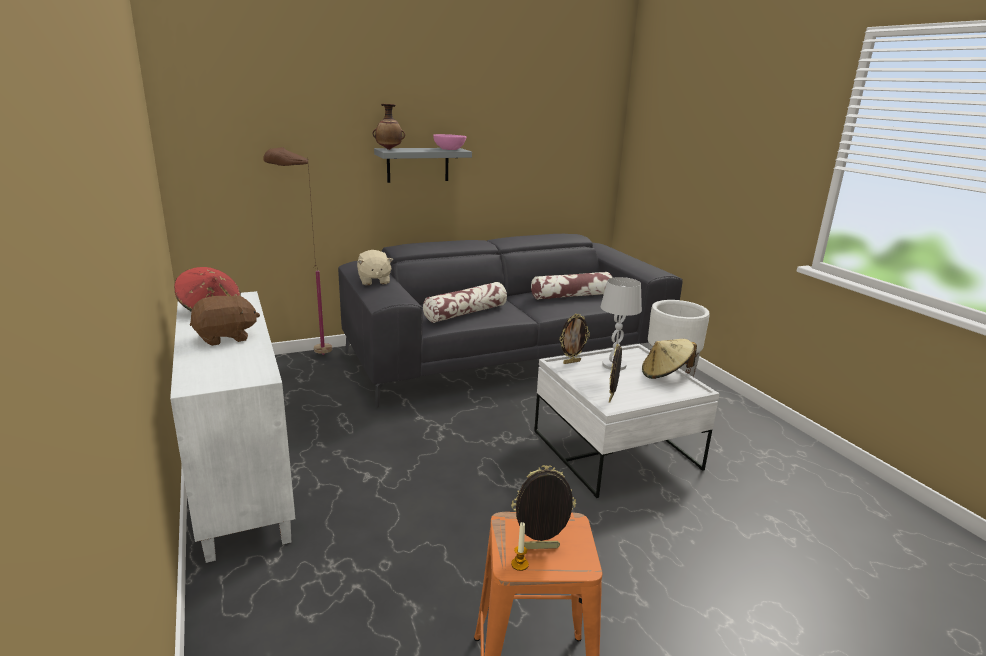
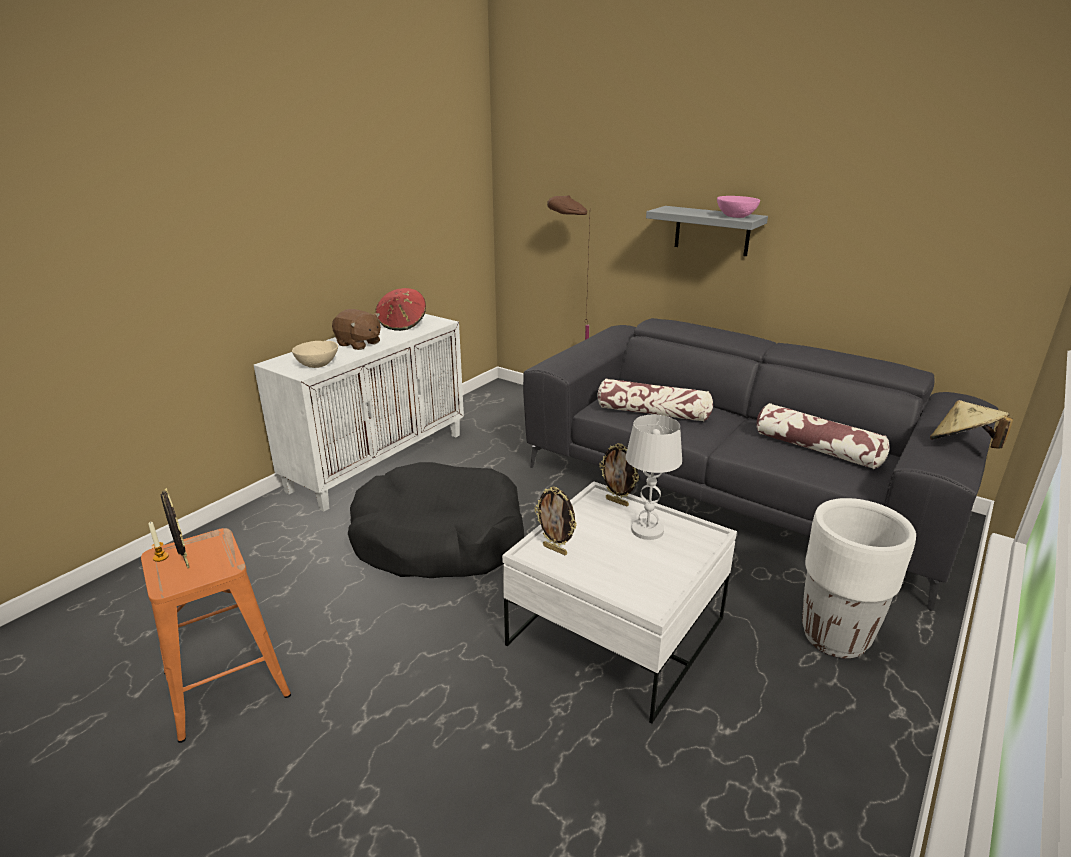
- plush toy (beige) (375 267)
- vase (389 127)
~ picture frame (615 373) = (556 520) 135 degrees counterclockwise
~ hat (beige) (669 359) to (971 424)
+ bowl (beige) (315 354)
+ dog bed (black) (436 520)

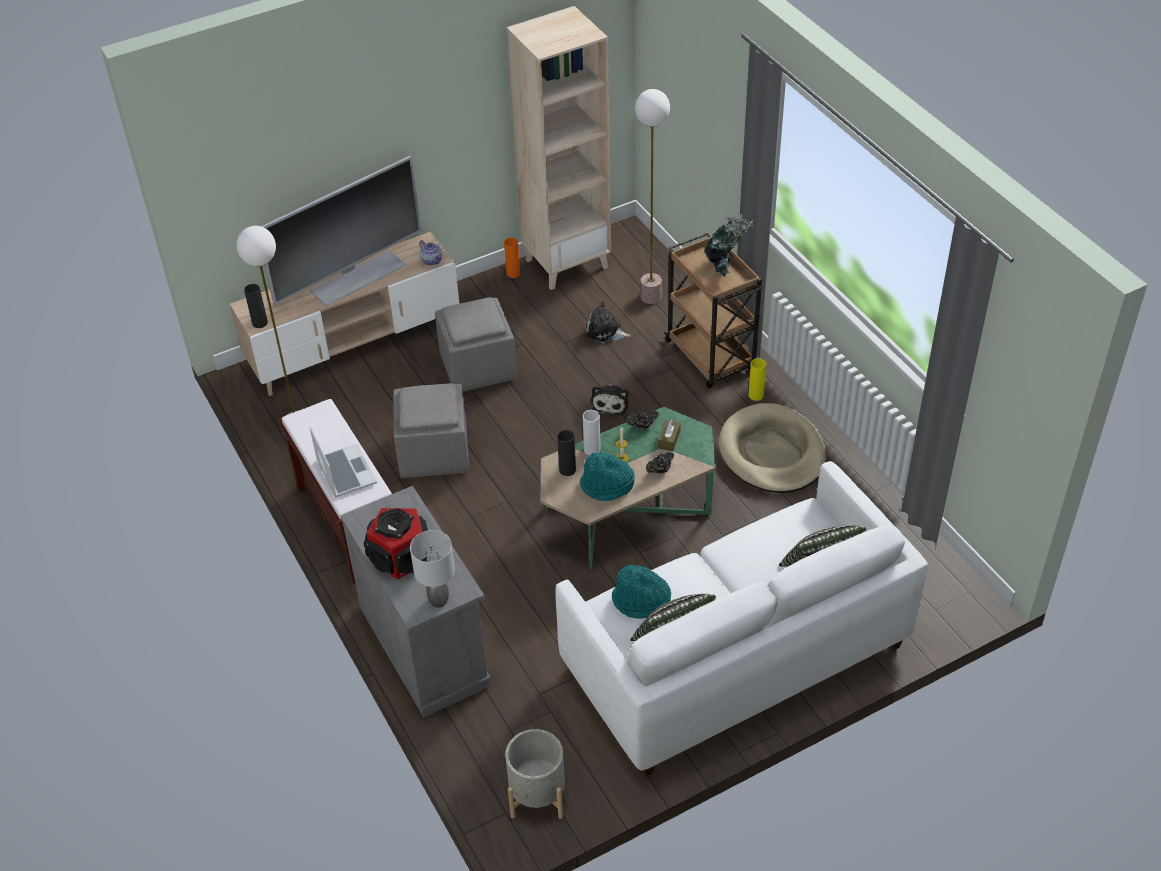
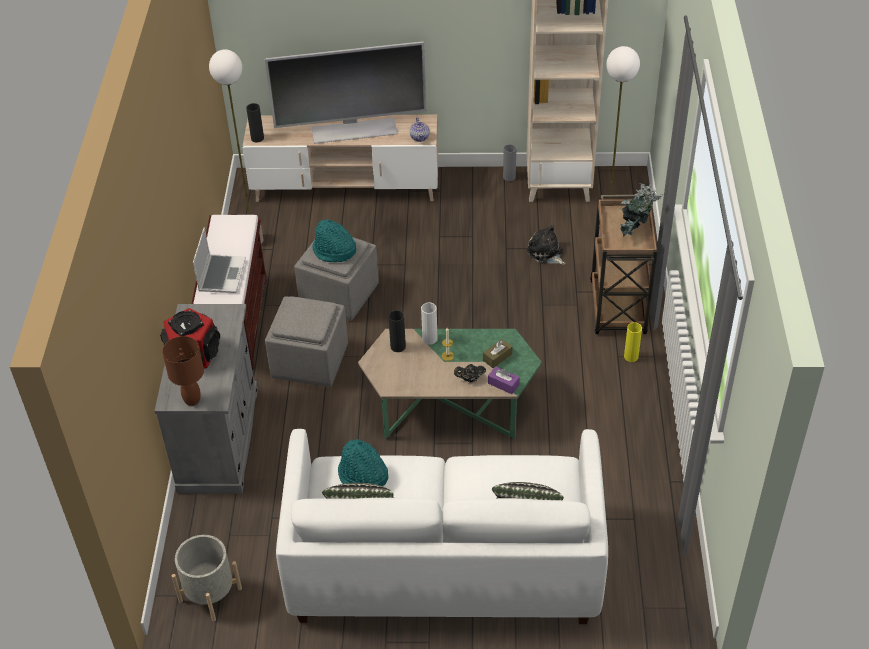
~ table lamp (grey) (432 569) to table lamp (brown) (183 371)
~ ottoman (grey) (476 344) to (306 341)
~ vase (orange) (512 258) to vase (grey) (509 162)
~ hat (turquoise) (607 476) to (334 241)
- plush toy (609 400)
- teapot (black) (643 419)
- dog bed (beige) (772 448)
+ tissue box (purple) (504 380)

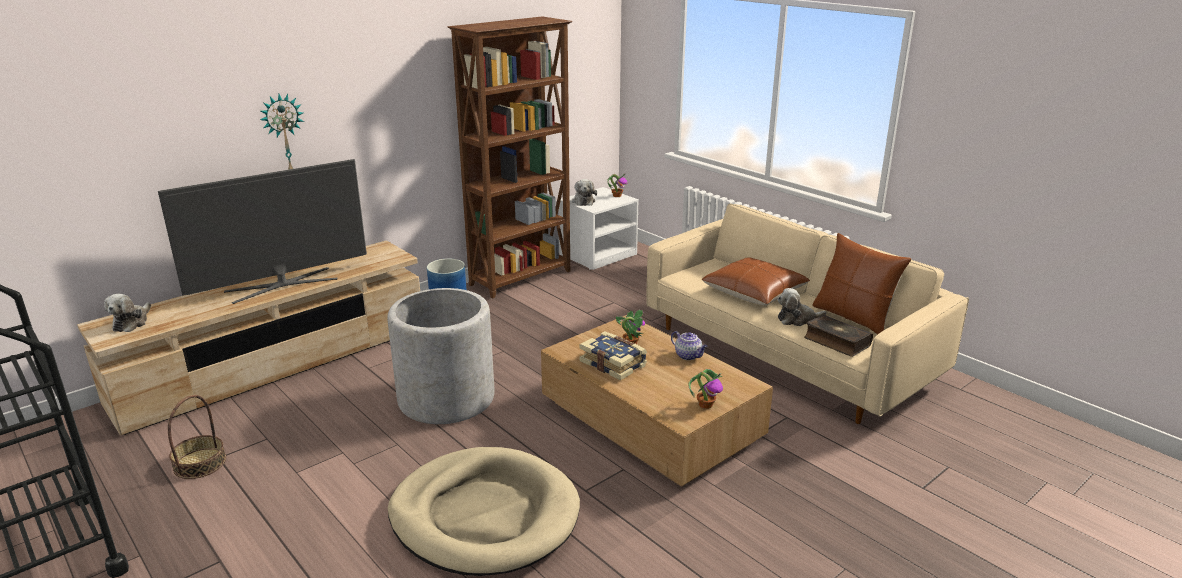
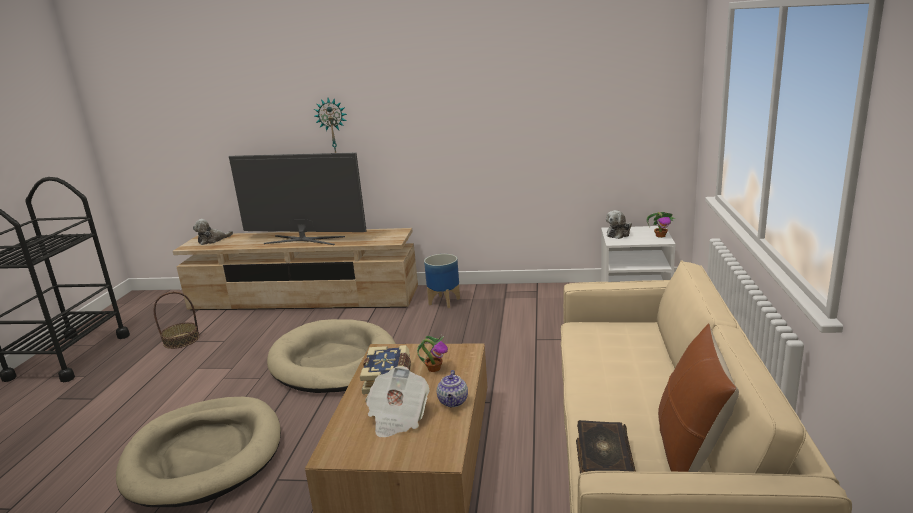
~ planter (grey) (441 356) to dog bed (beige) (331 356)
- bookcase (brown) (510 157)
- potted plant (706 389)
- pillow (brown) (756 281)
- plush toy (802 307)
+ newspaper (397 402)

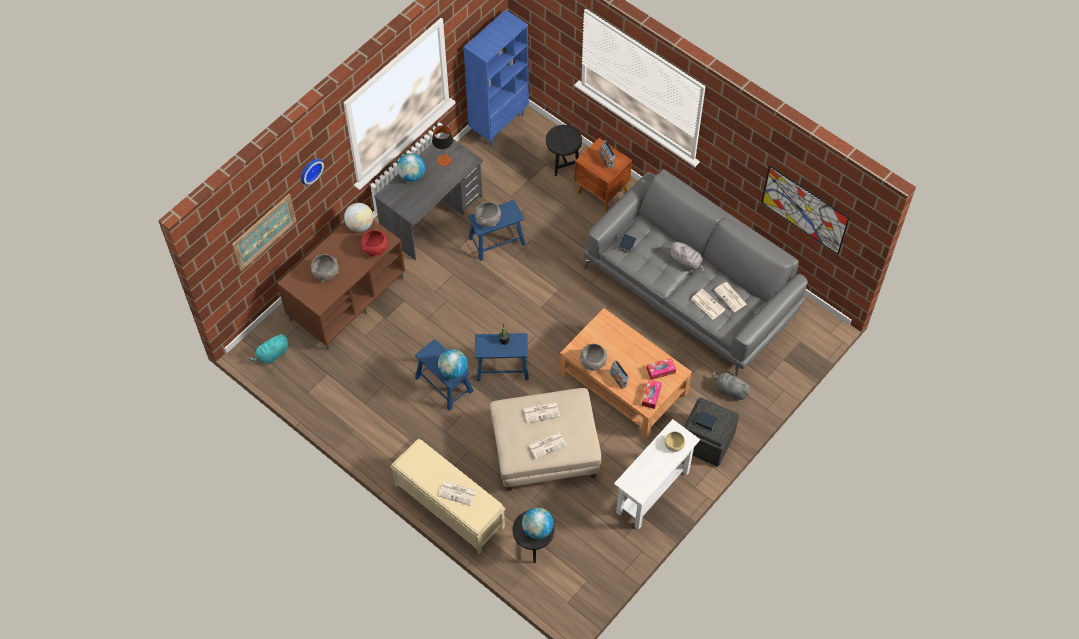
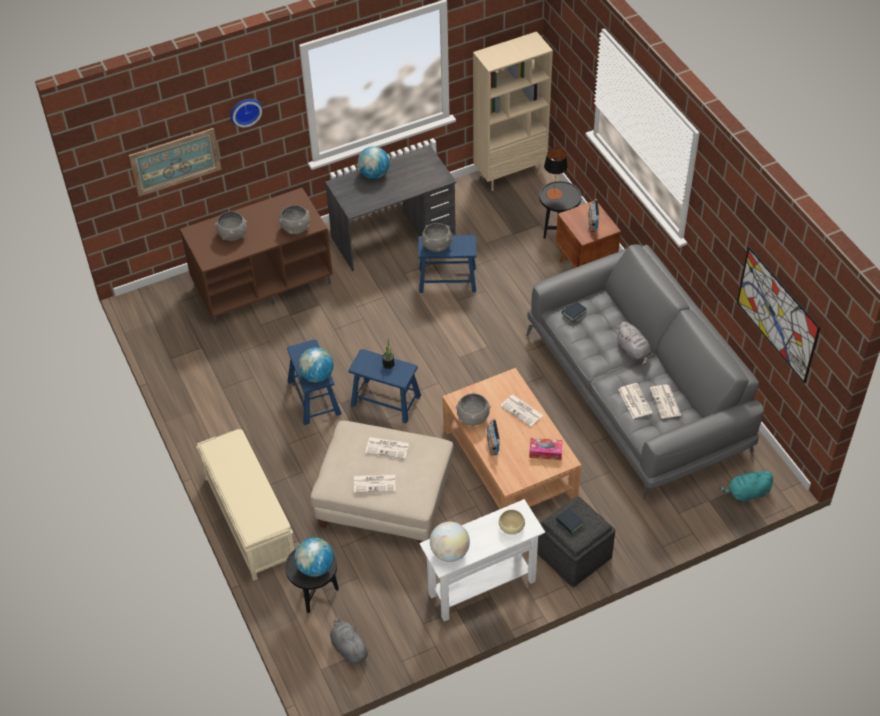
~ plush toy (turquoise) (269 348) to (746 486)
~ globe (358 217) to (450 541)
~ bowl (red) (375 243) to bowl (grey) (294 219)
~ table lamp (442 146) to (556 173)
~ newspaper (457 493) to (521 411)
~ bookcase (blue) (496 77) to bookcase (beige) (513 111)
- tissue box (652 394)
~ plush toy (grey) (731 385) to (350 640)

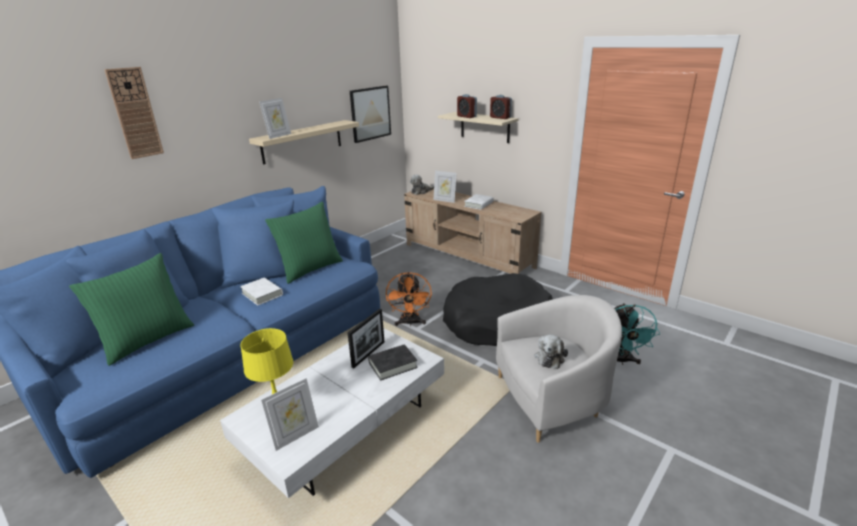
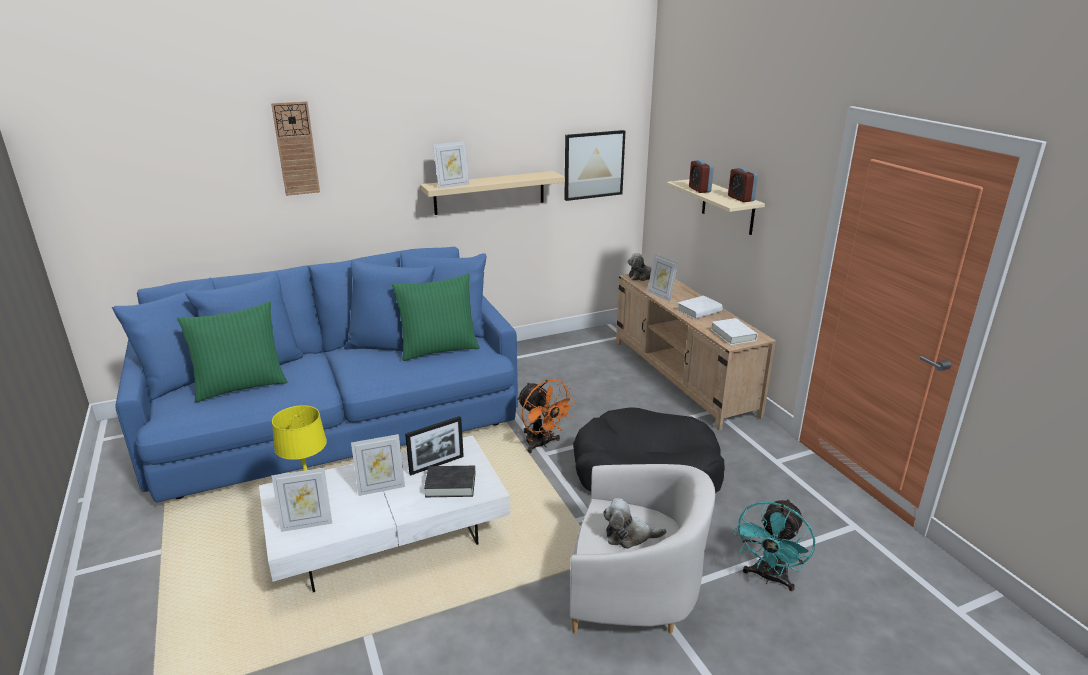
~ book (white) (261 292) to (734 331)
~ fan (orange) (409 299) = (546 416) 60 degrees counterclockwise
~ plush toy (551 351) = (634 523) 45 degrees clockwise
+ picture frame (378 465)

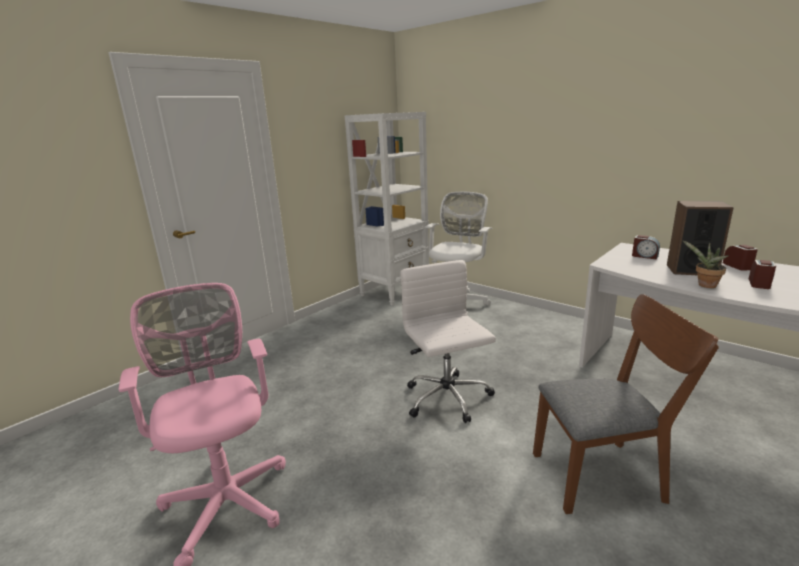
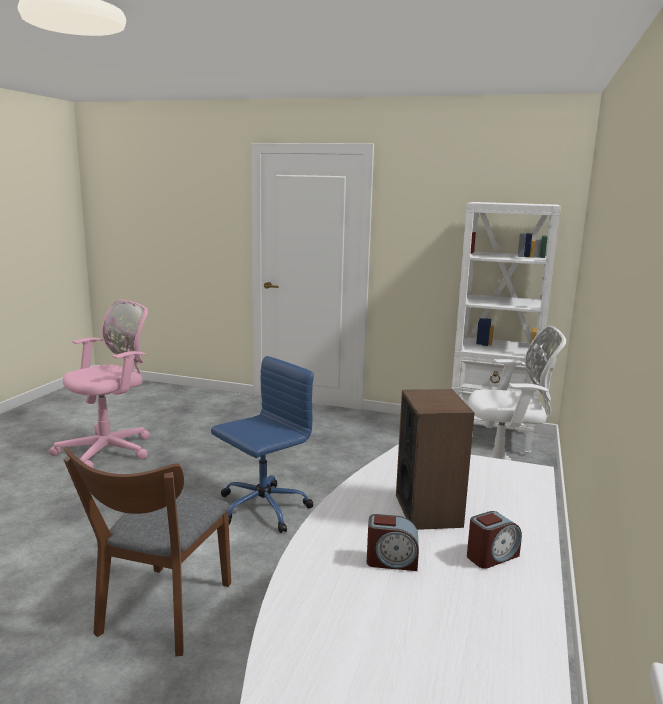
~ office chair (white) (448 341) to office chair (blue) (262 444)
~ chair (brown) (626 404) = (147 551) 45 degrees clockwise
- alarm clock (646 247)
- potted plant (705 264)

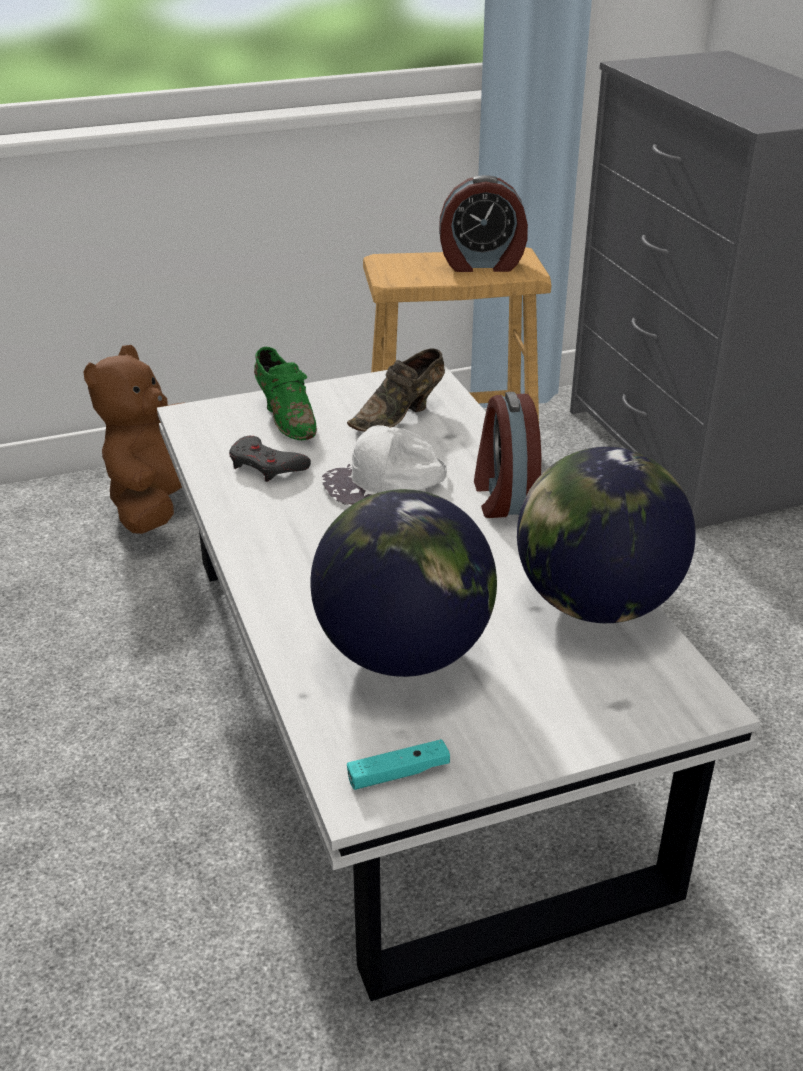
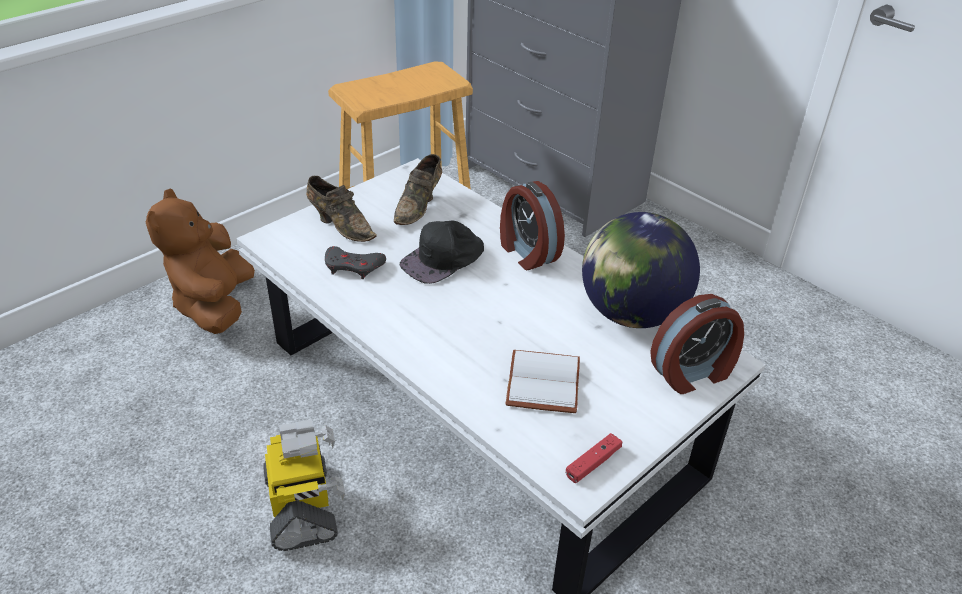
~ shoe (green) (285 393) to shoe (brown) (341 209)
~ globe (403 583) to book (white) (543 381)
~ cap (white) (384 465) to cap (black) (442 252)
~ game controller (turquoise) (398 764) to game controller (red) (594 458)
~ alarm clock (483 223) to (697 344)
+ toy robot (304 485)

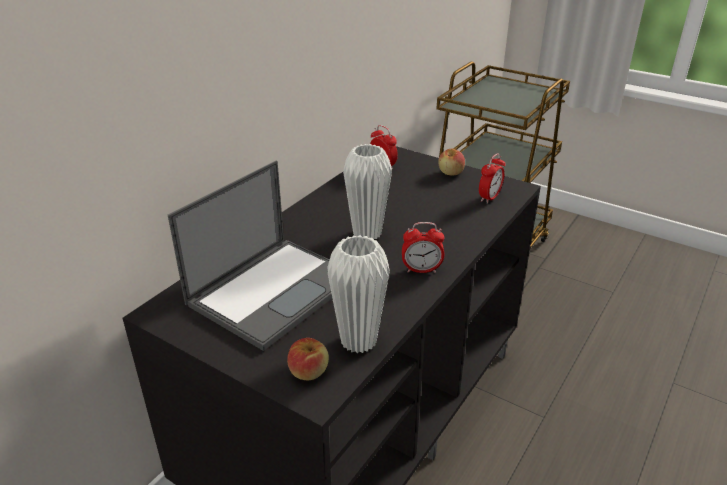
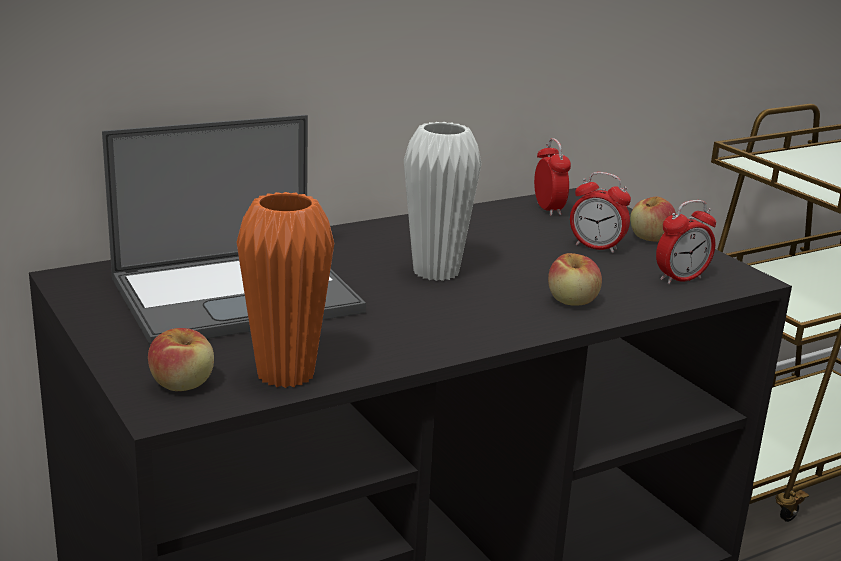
~ vase (white) (358 294) to vase (orange) (285 290)
~ alarm clock (423 247) to (600 212)
+ apple (575 279)

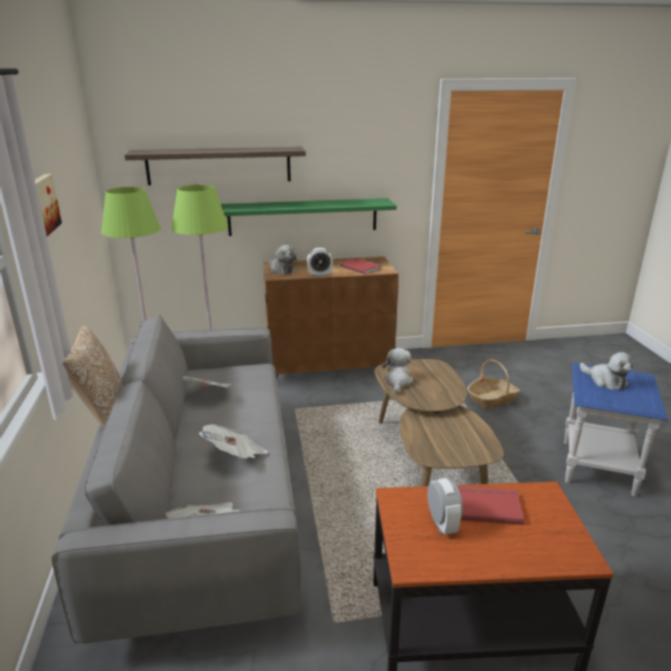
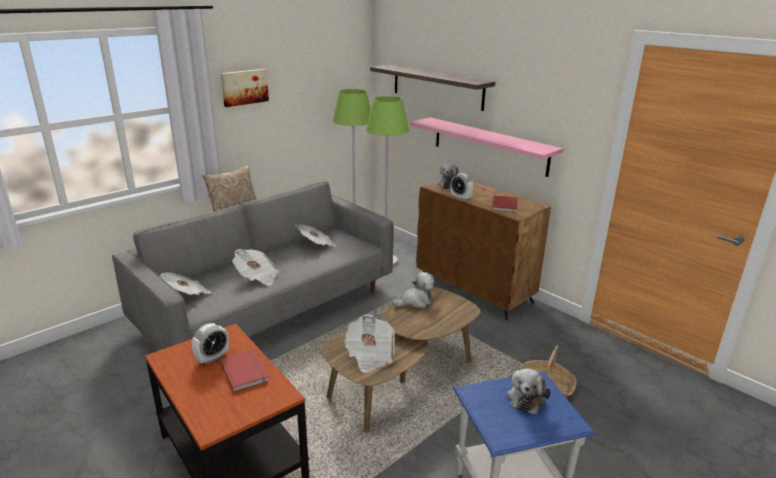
~ shelf (green) (309 217) to shelf (pink) (486 147)
+ newspaper (369 343)

